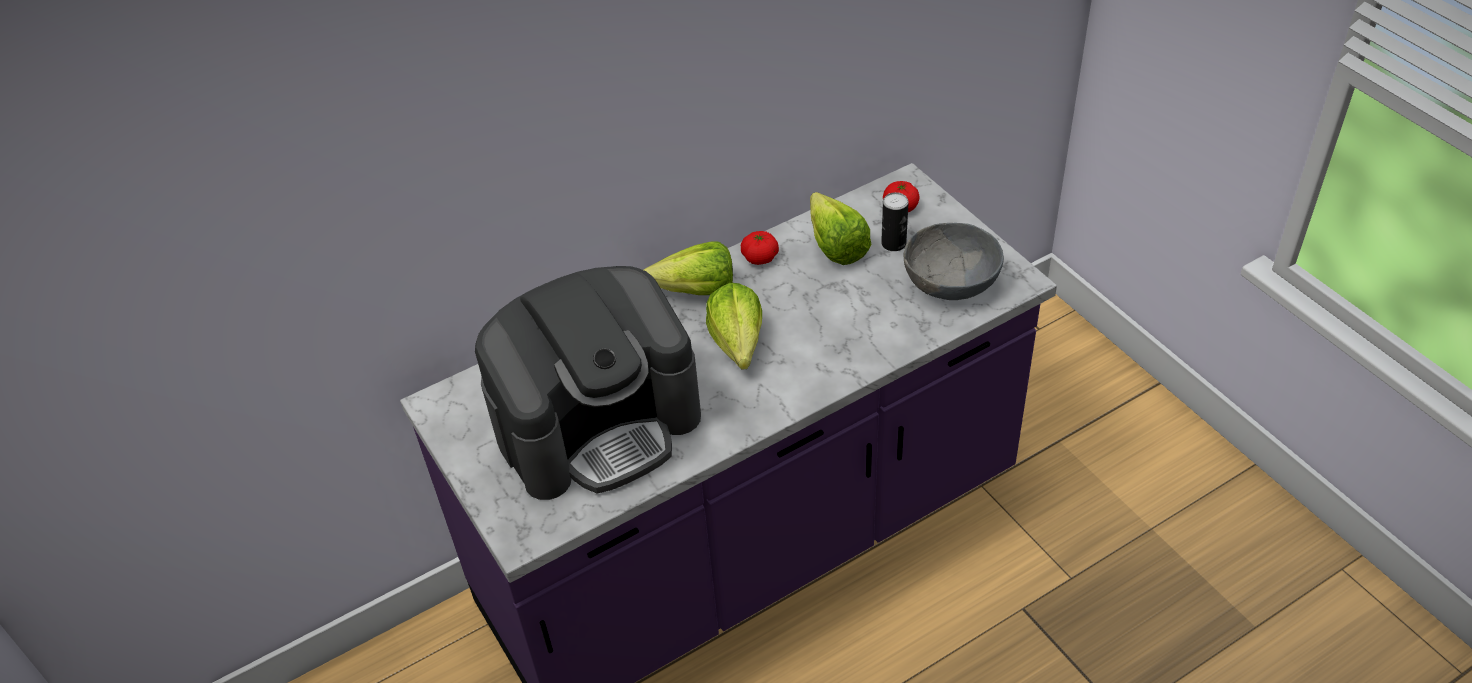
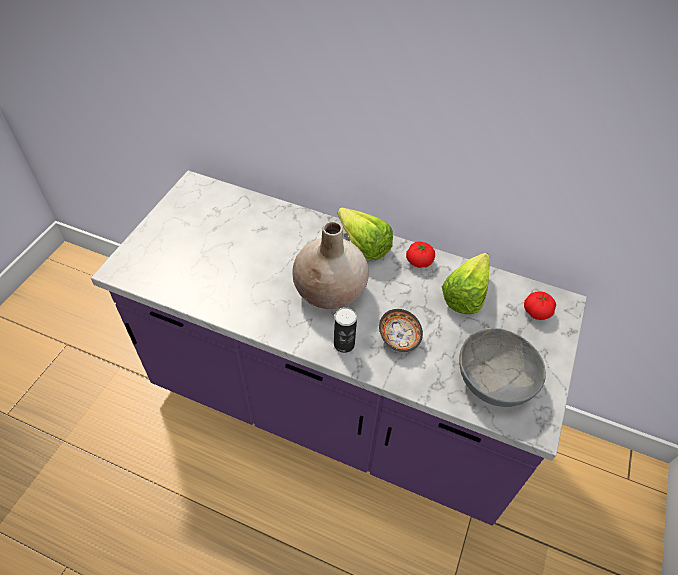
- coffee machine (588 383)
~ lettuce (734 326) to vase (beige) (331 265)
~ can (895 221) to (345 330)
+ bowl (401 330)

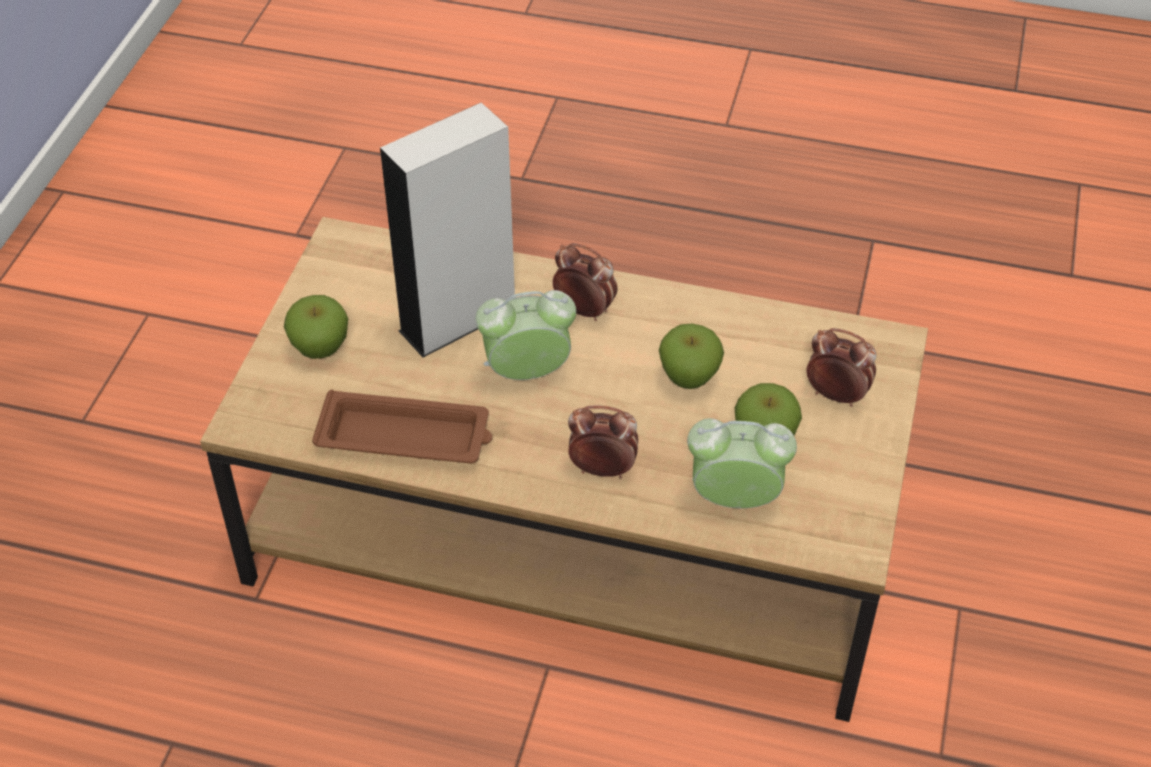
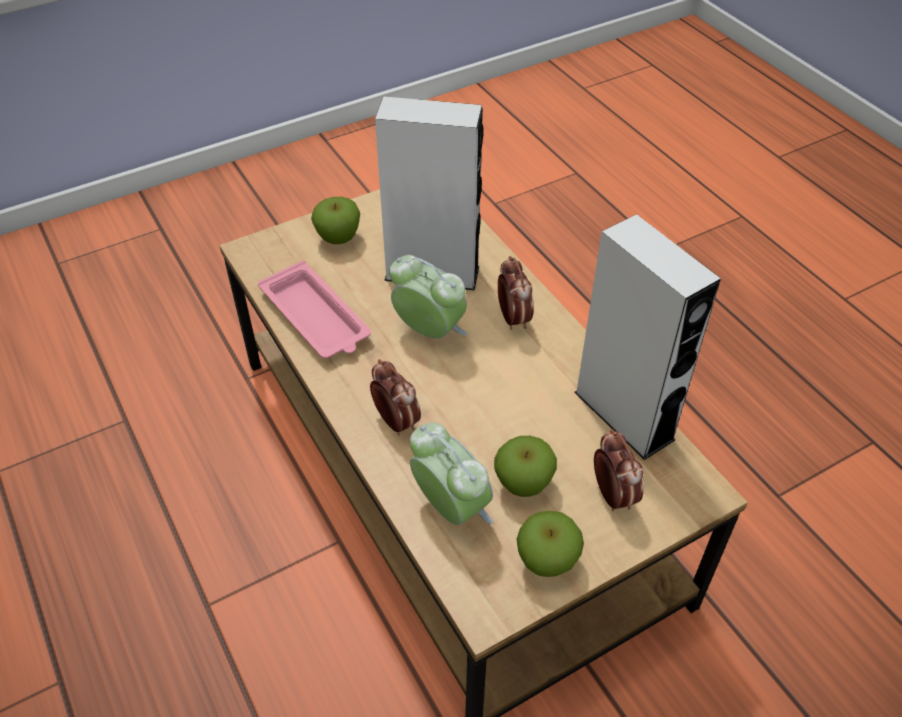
~ tray (brown) (402 427) to tray (pink) (314 309)
~ apple (691 356) to (550 544)
+ speaker (grey) (647 337)

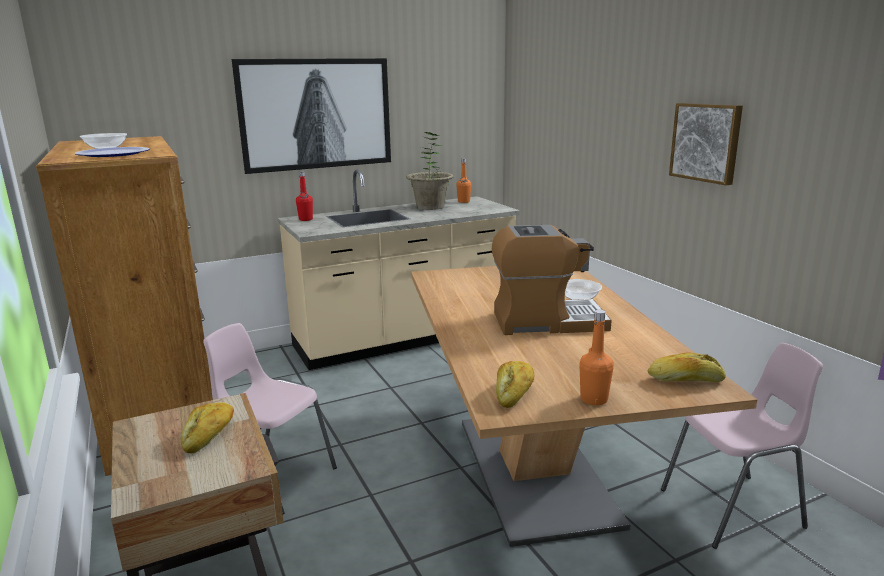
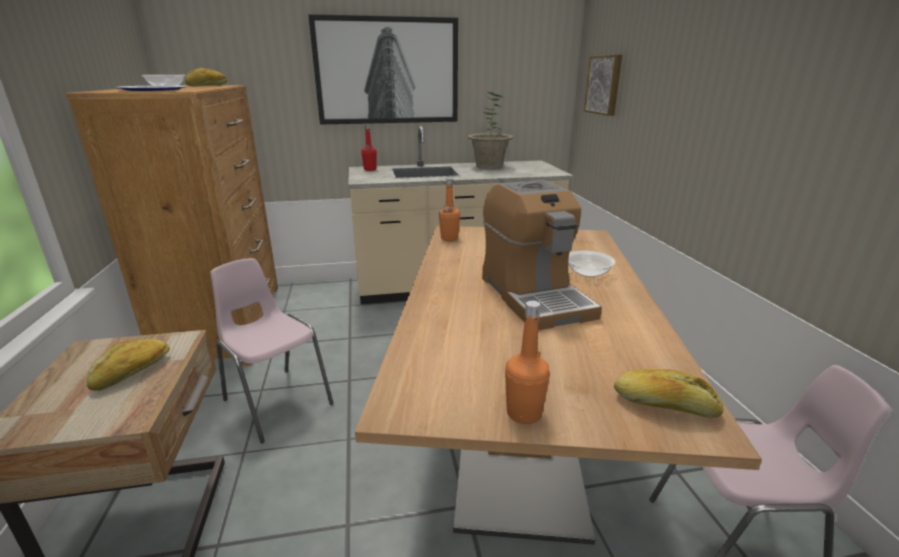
~ bottle (orange) (463 180) to (449 209)
~ coffee machine (552 280) = (542 255) 60 degrees clockwise
~ bread (515 384) to (206 77)
~ picture (706 144) to (603 85)

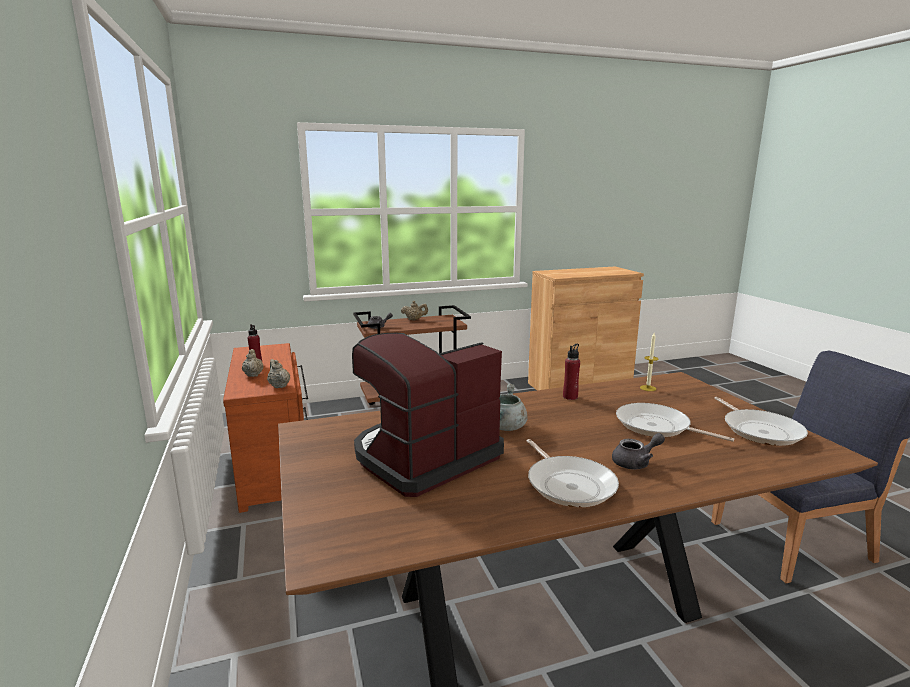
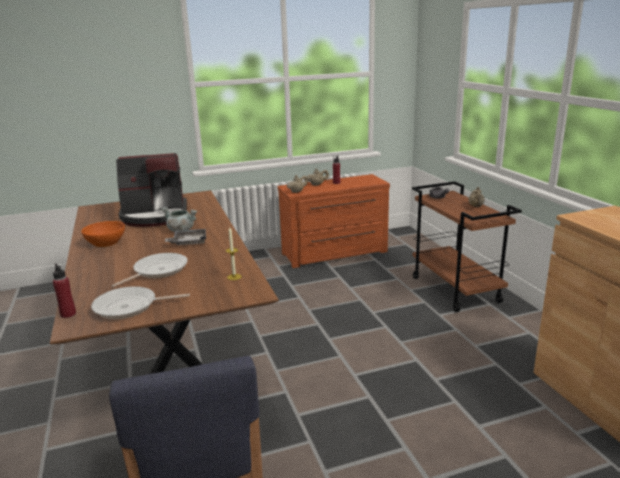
~ coffee machine (428 415) = (151 190) 120 degrees clockwise
~ frying pan (573 473) to bowl (orange) (103 234)
~ bottle (red) (571 372) to (64 291)
- teapot (grey) (638 451)
+ tray (grey) (185 237)

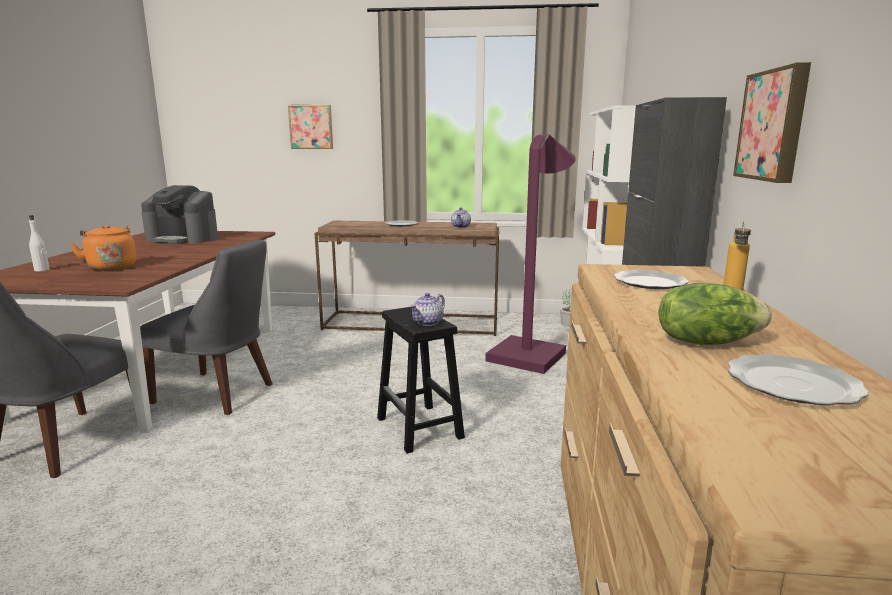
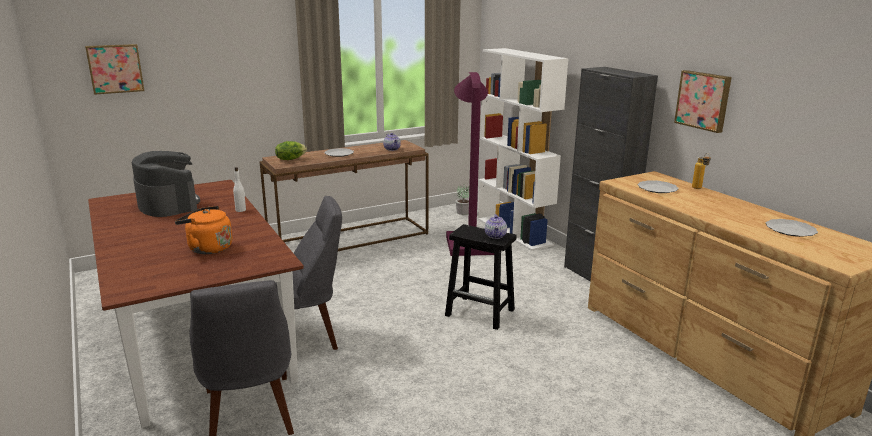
~ bottle (white) (39 243) to (239 189)
~ coffee machine (179 214) = (166 184) 105 degrees counterclockwise
~ picture (310 127) to (114 69)
~ lettuce (715 313) to (291 150)

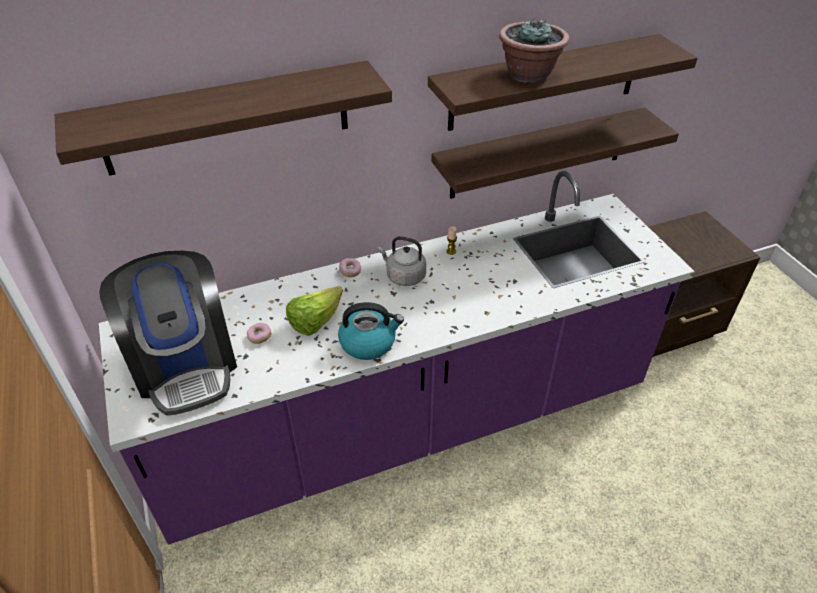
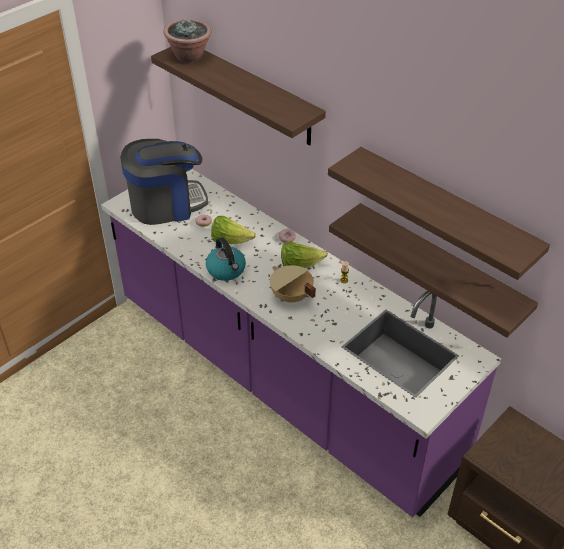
~ coffee machine (168 333) = (164 182) 150 degrees counterclockwise
~ kettle (grey) (402 261) to lettuce (304 254)
~ potted plant (534 50) to (187 41)
+ cooking pot (beige) (293 283)

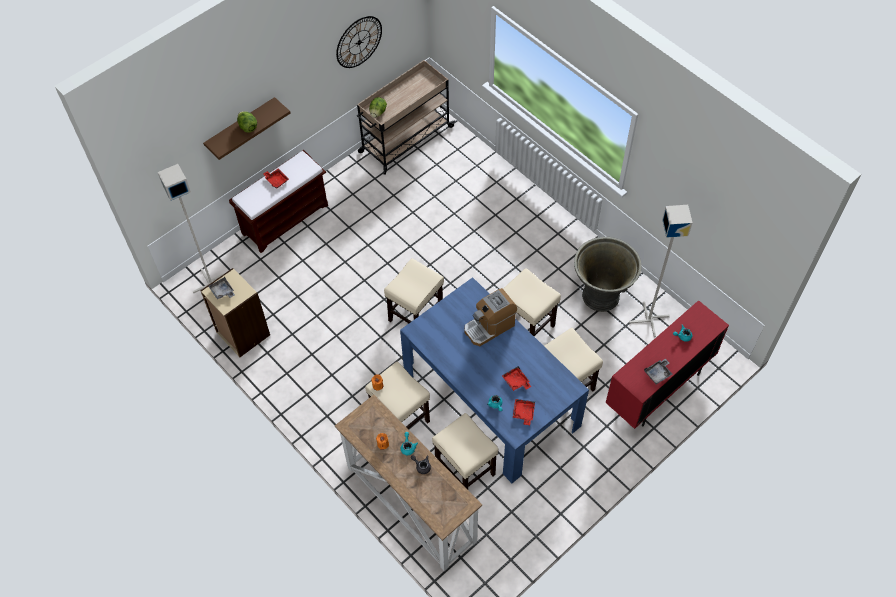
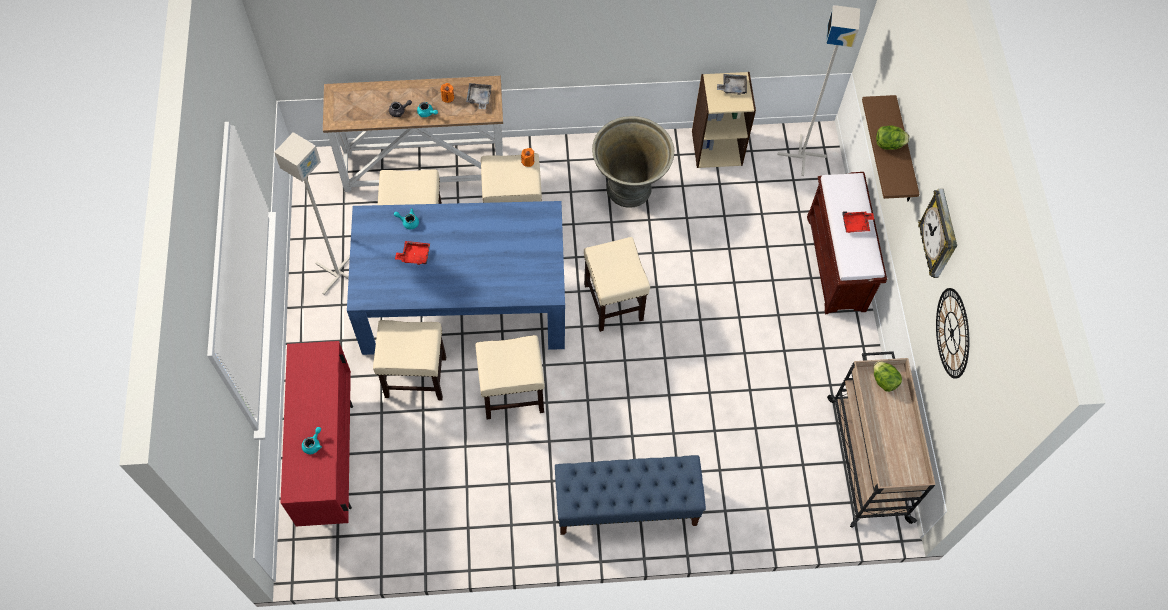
- coffee machine (491 317)
- tray (red) (524 412)
~ planter (grey) (607 274) to (633 162)
~ floor lamp (grey) (661 271) to (312 213)
~ tray (grey) (658 371) to (479 96)
+ bench (blue) (630 495)
+ wall clock (937 233)

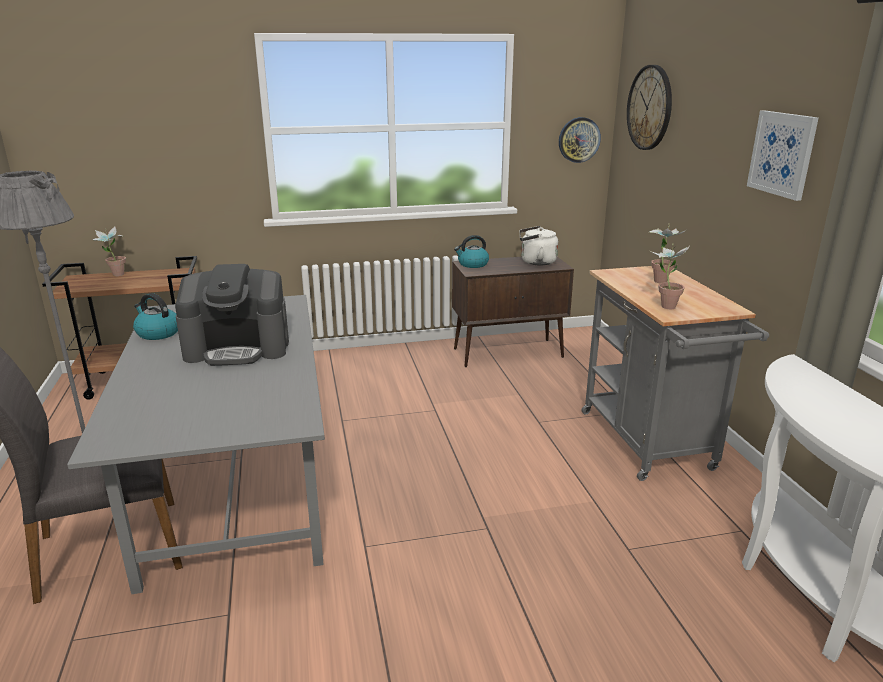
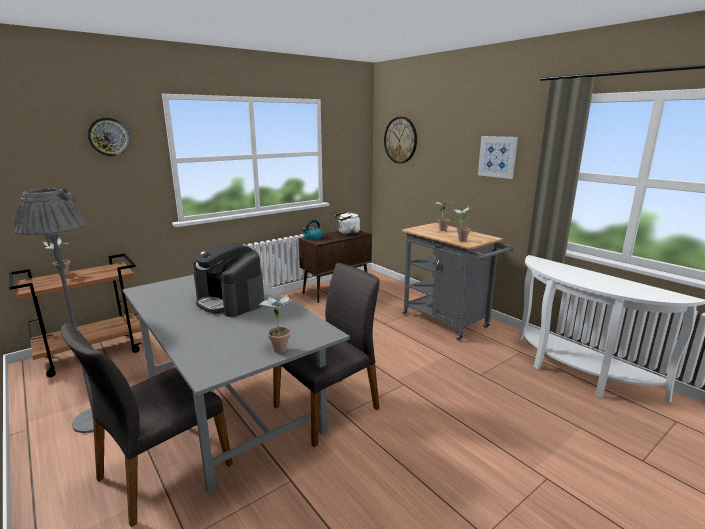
- kettle (155 316)
~ coffee machine (232 315) = (228 279) 75 degrees clockwise
~ wall clock (580 140) to (108 137)
+ potted plant (277 323)
+ chair (grey) (326 355)

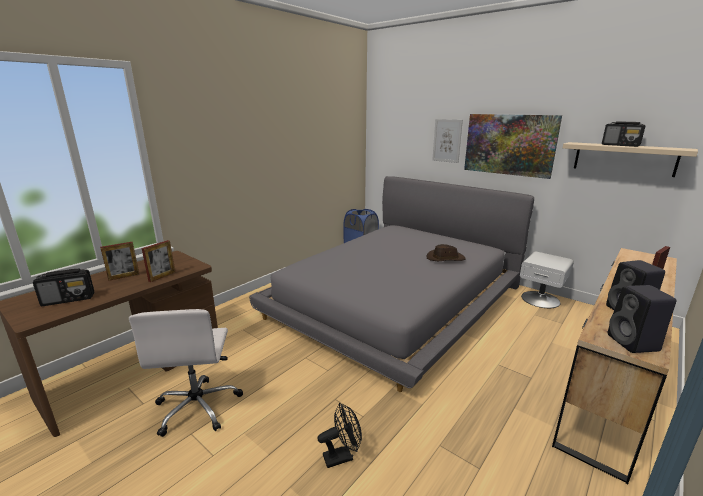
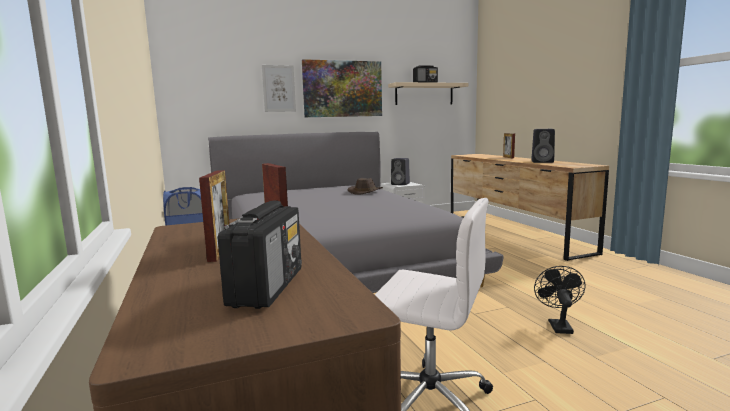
~ speaker (black) (642 319) to (400 171)

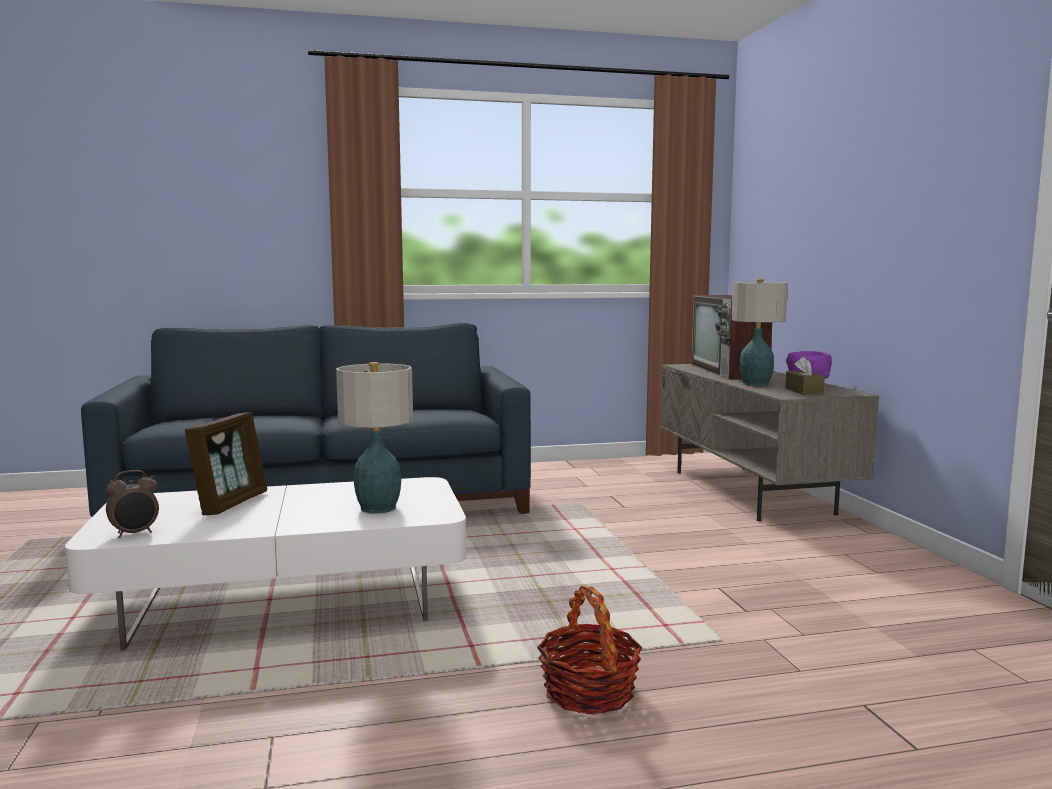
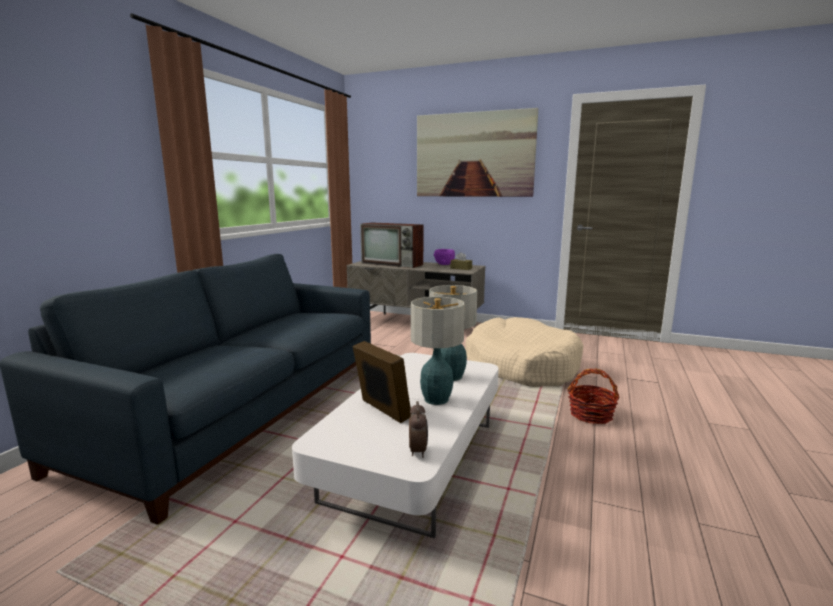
~ table lamp (760 332) to (438 351)
+ picture (477 152)
+ dog bed (beige) (524 352)

